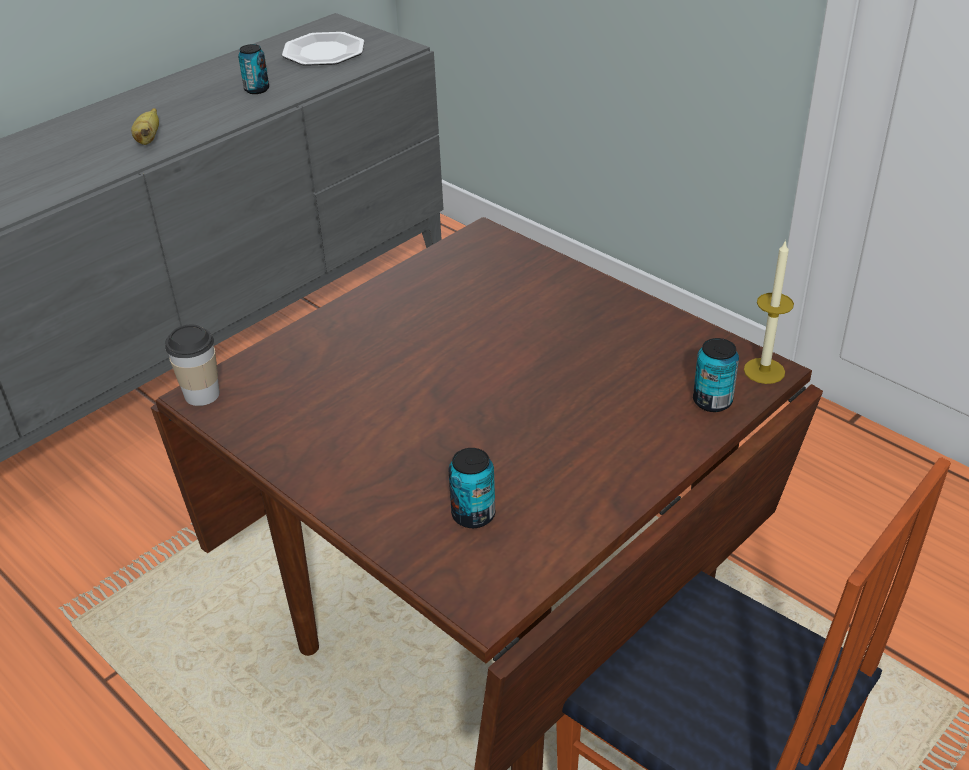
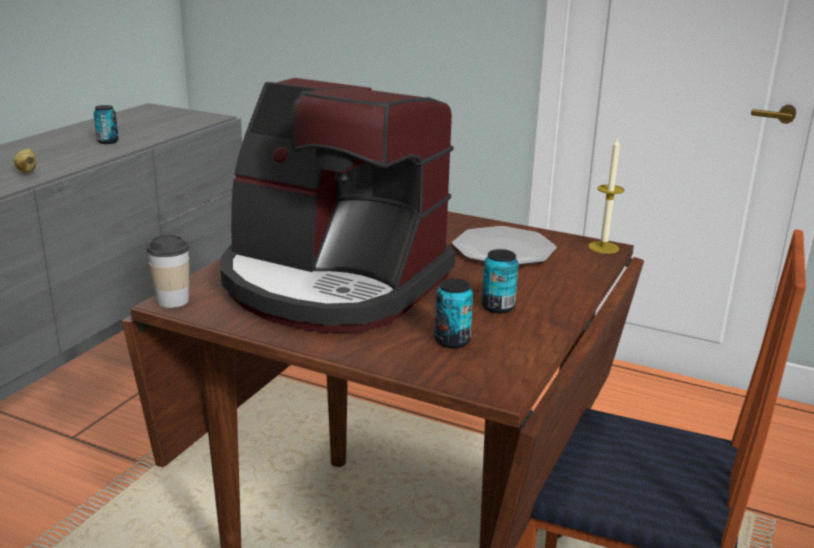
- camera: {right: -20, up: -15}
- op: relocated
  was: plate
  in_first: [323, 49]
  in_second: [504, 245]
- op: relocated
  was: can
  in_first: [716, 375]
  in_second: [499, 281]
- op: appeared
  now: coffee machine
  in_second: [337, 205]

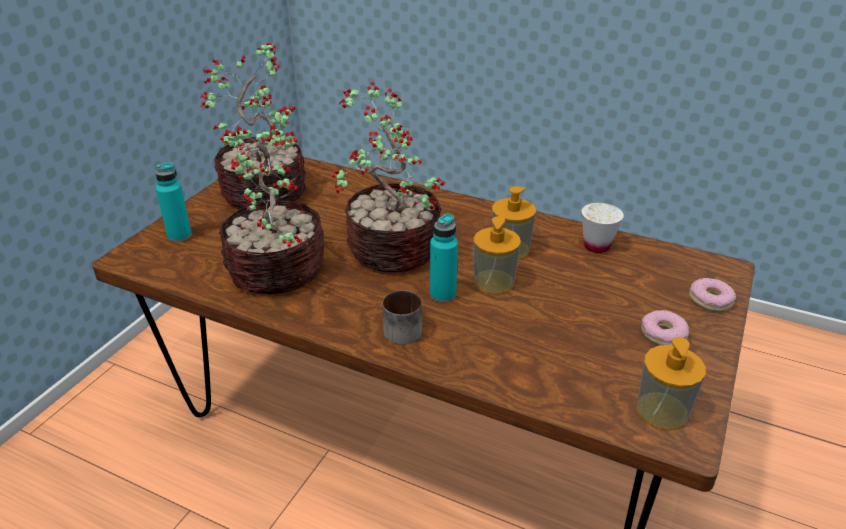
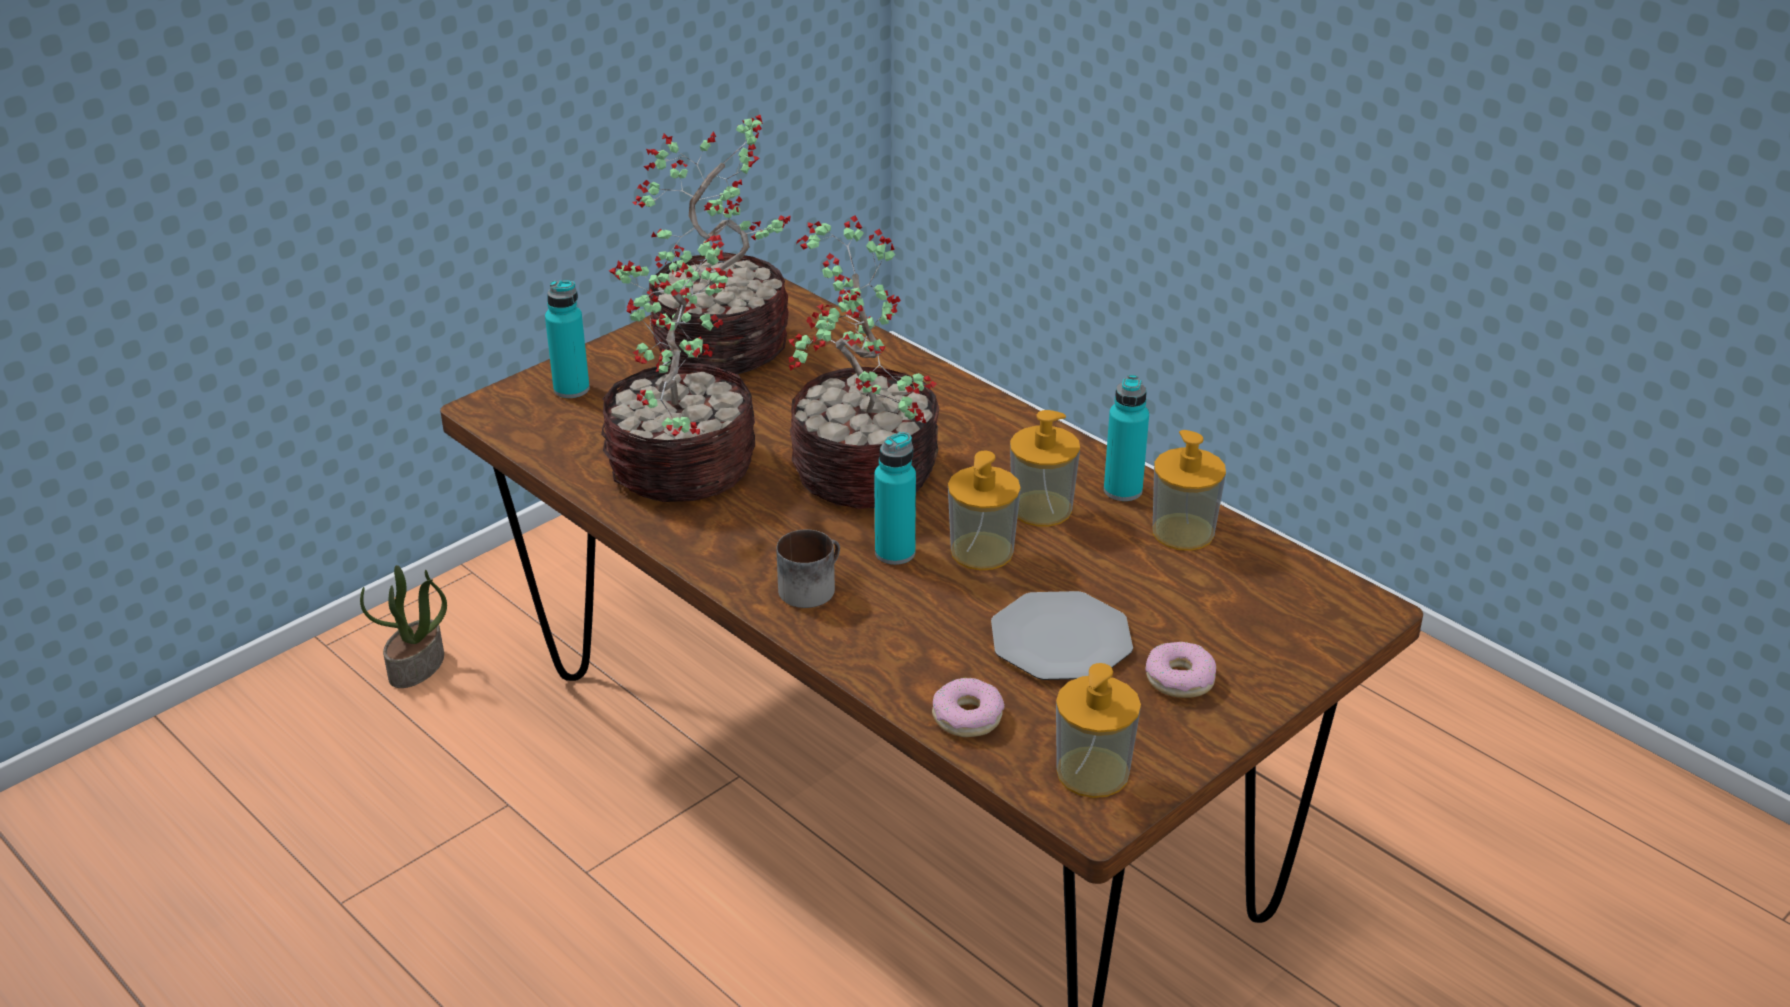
- camera: {right: 20, up: 0}
- op: exchanged
  was: cup/white
  now: soap dispenser
  in_first: [602, 228]
  in_second: [1189, 490]
- op: relocated
  was: donut
  in_first: [712, 294]
  in_second: [968, 707]
- op: appeared
  now: potted plant
  in_second: [403, 626]
- op: appeared
  now: plate
  in_second: [1062, 635]
- op: appeared
  now: bottle/turquoise
  in_second: [1126, 438]

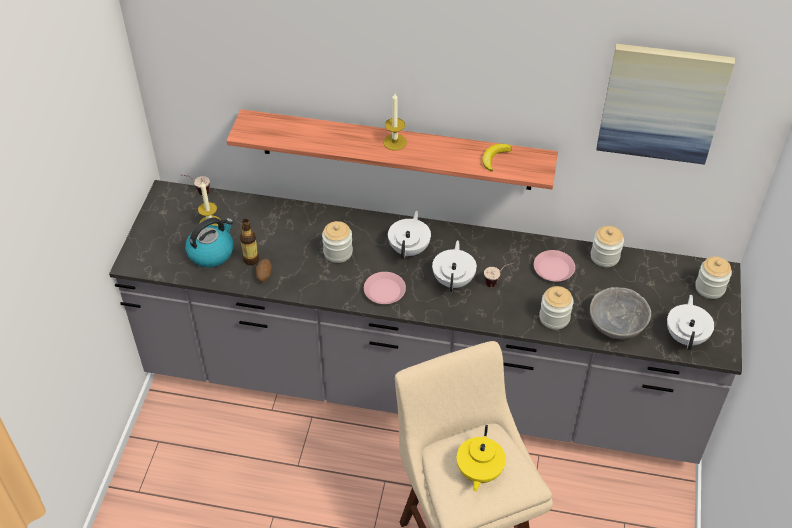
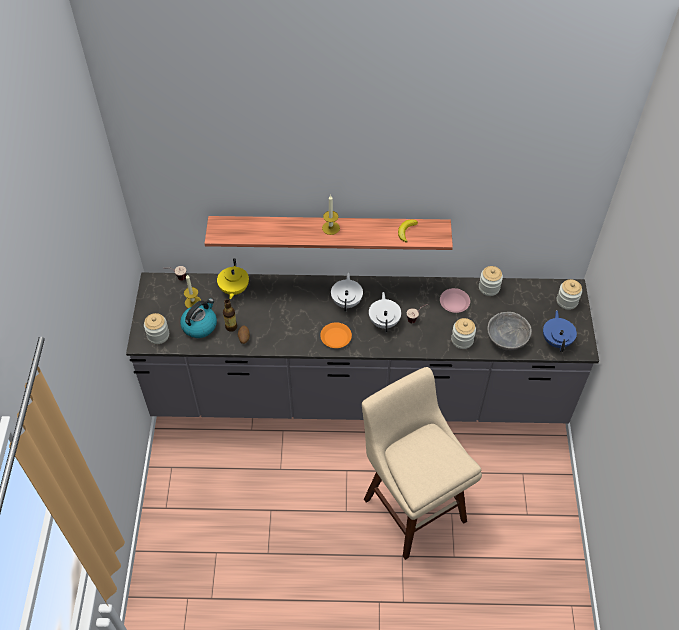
- camera: {right: -10, up: 5}
- op: relocated
  was: jar
  in_first: [337, 242]
  in_second: [156, 328]
- op: colour
  was: plate/pink
  now: plate/orange
  in_first: [385, 288]
  in_second: [336, 335]
- op: relocated
  was: teapot/yellow
  in_first: [481, 458]
  in_second: [233, 278]
- op: missing
  was: picture
  in_first: [665, 104]
- op: colour
  was: teapot/white
  now: teapot/blue
  in_first: [690, 322]
  in_second: [560, 331]

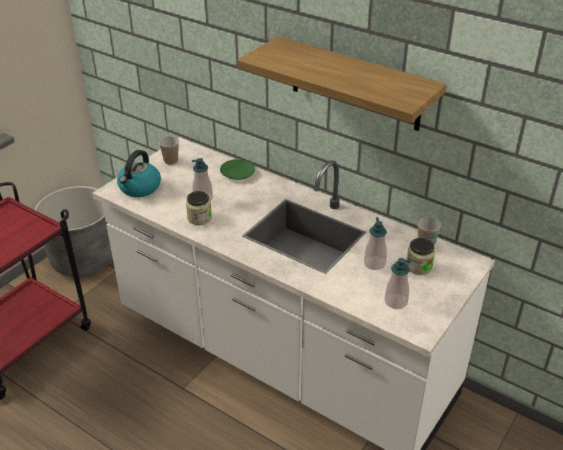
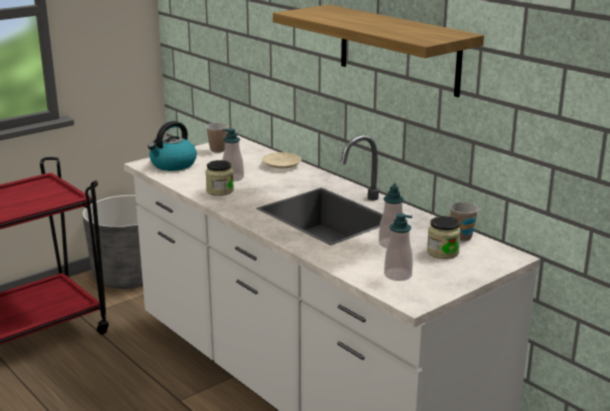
- camera: {right: 15, up: -15}
- op: colour
  was: plate/green
  now: plate/beige
  in_first: [237, 169]
  in_second: [282, 160]

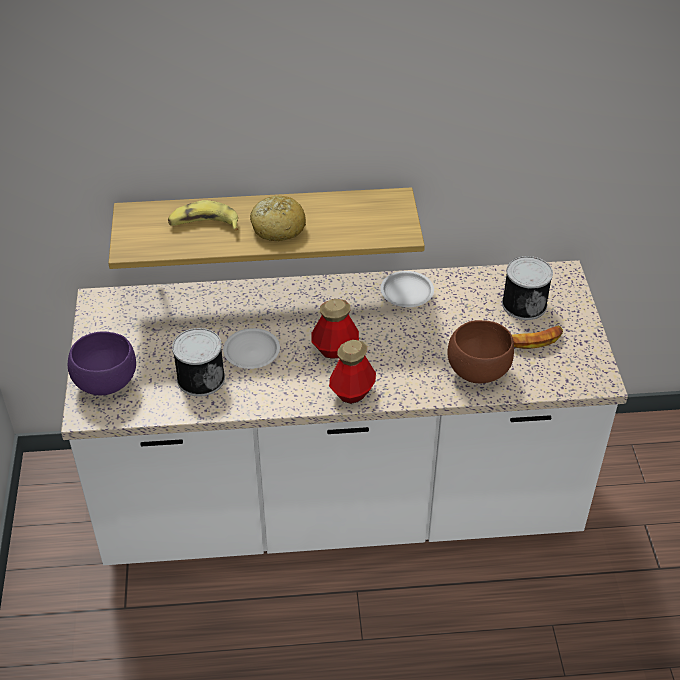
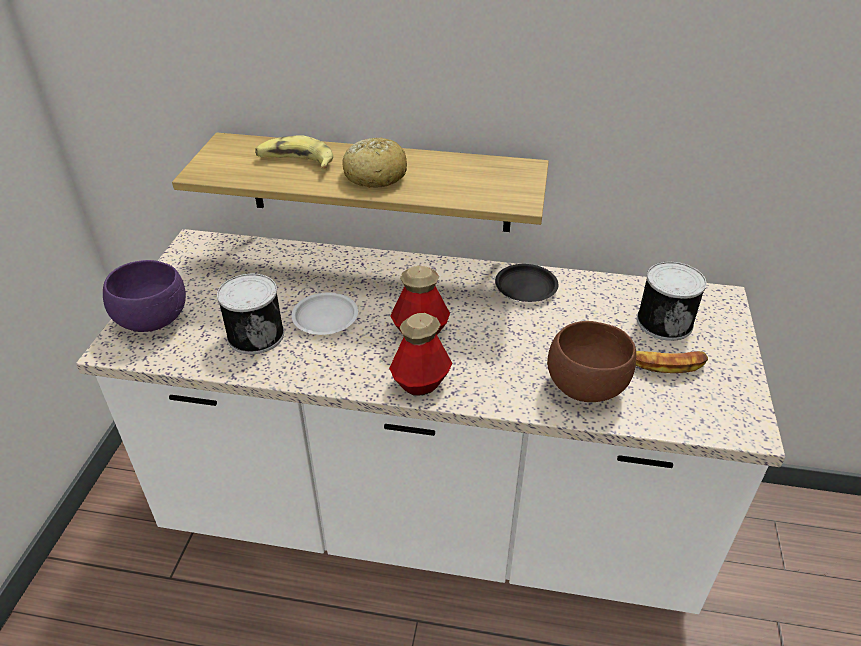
- camera: {right: 15, up: -5}
- op: colour
  was: plate/white
  now: plate/black
  in_first: [407, 289]
  in_second: [526, 283]

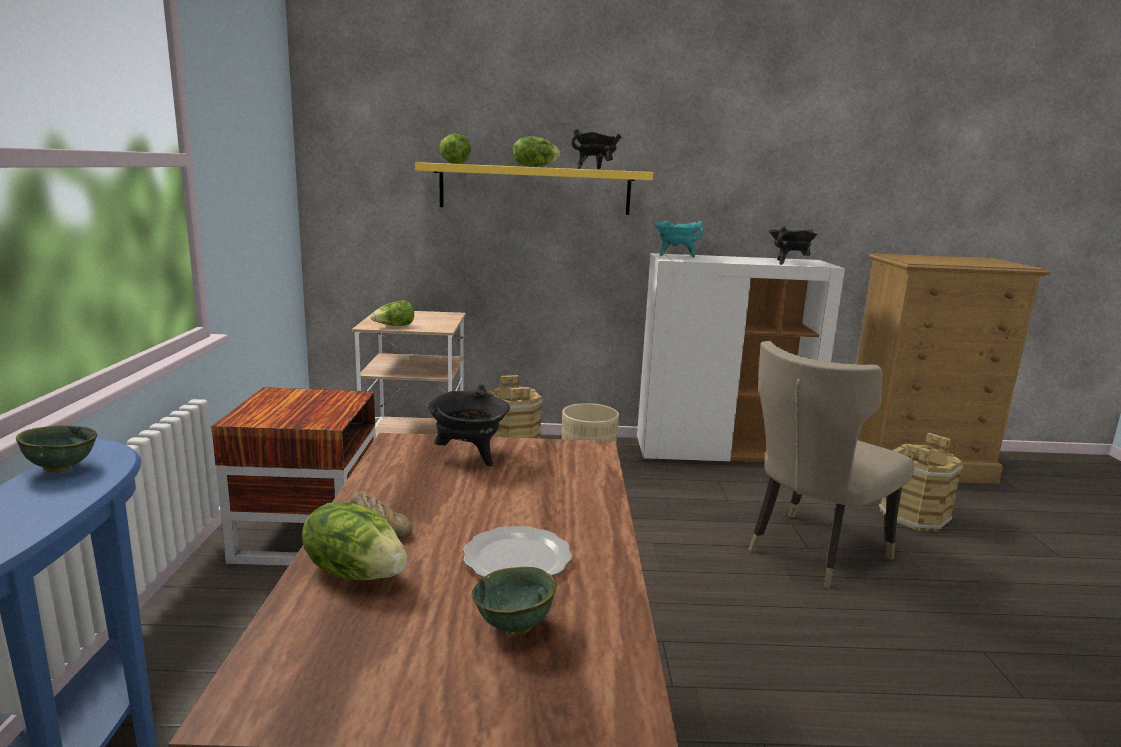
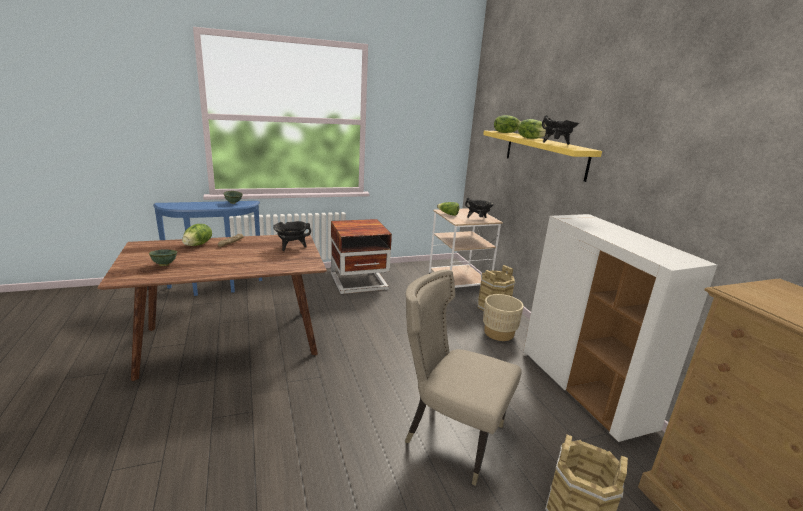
- camera: {right: 70, up: 5}
- op: missing
  was: plate
  in_first: [517, 551]
- op: missing
  was: cooking pot/turquoise
  in_first: [679, 239]
- op: relocated
  was: cooking pot/black
  in_first: [793, 246]
  in_second: [479, 208]

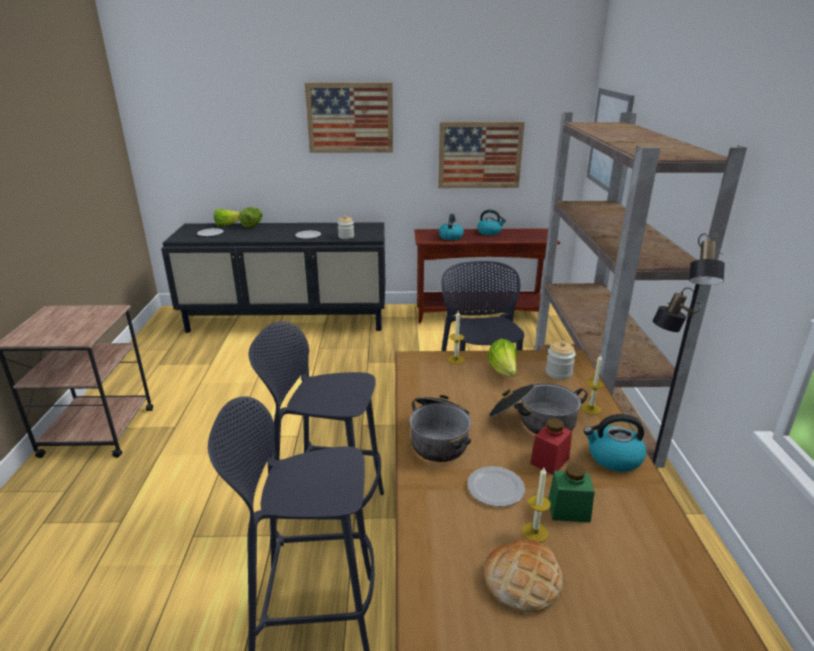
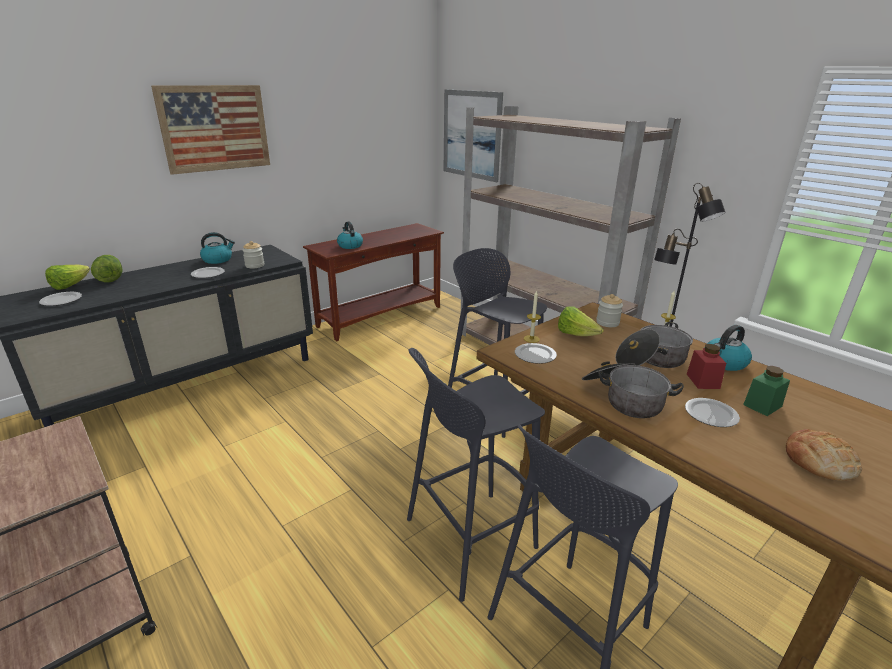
- camera: {right: -40, up: 0}
- op: missing
  was: picture
  in_first: [481, 154]
- op: relocated
  was: kettle
  in_first: [491, 222]
  in_second: [217, 248]
- op: missing
  was: candle
  in_first: [536, 504]
- op: appeared
  now: plate
  in_second: [536, 353]

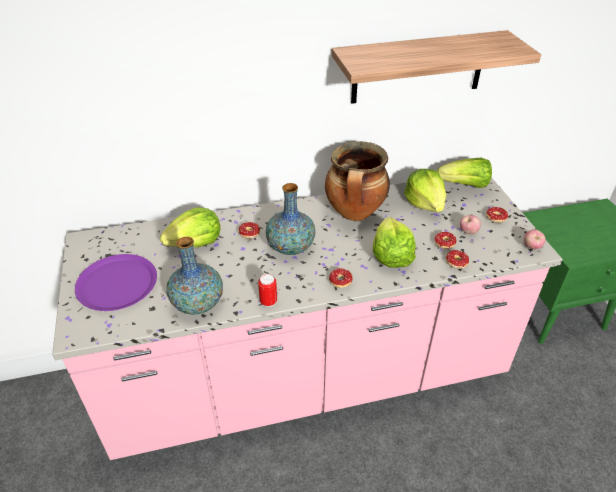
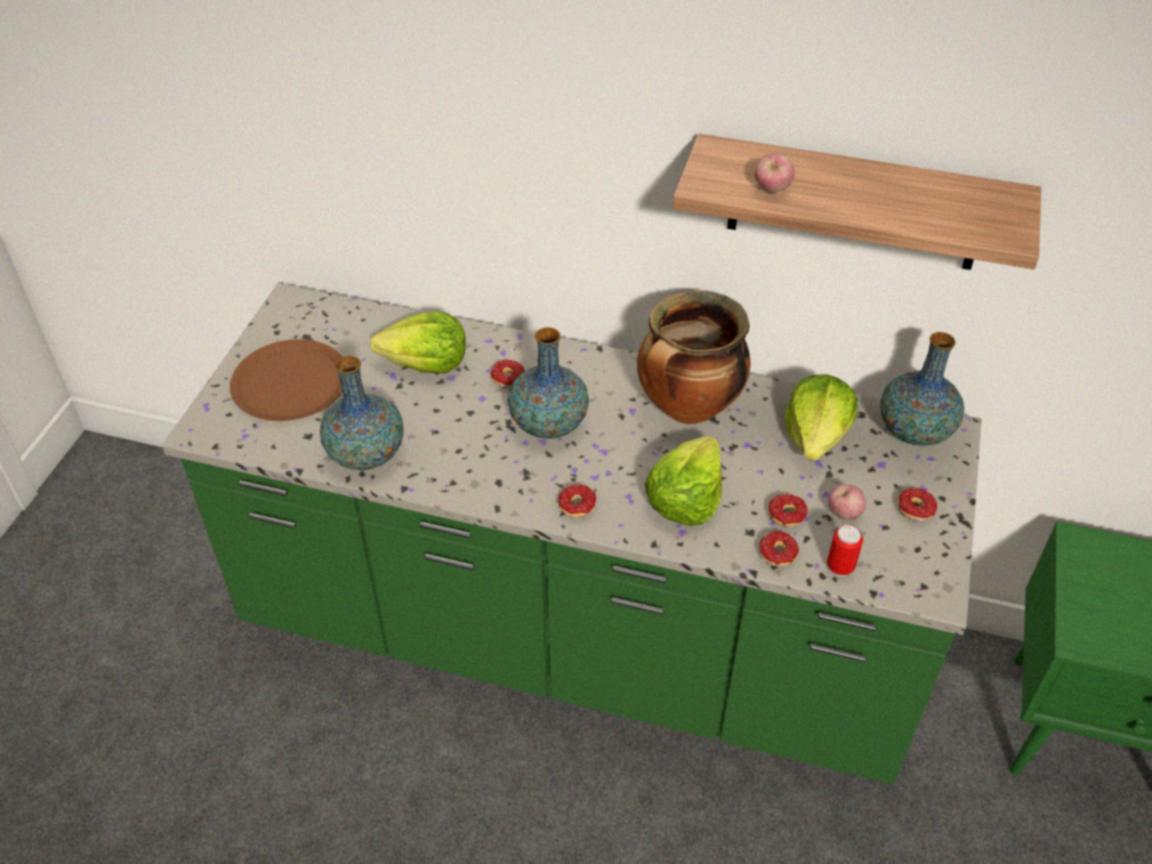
- camera: {right: 30, up: 5}
- op: colour
  was: counter/pink
  now: counter/green
  in_first: [307, 318]
  in_second: [571, 534]
- op: colour
  was: plate/purple
  now: plate/brown
  in_first: [116, 282]
  in_second: [286, 380]
- op: relocated
  was: can
  in_first: [267, 290]
  in_second: [845, 550]
- op: exchanged
  was: lettuce
  now: vase
  in_first: [464, 173]
  in_second: [922, 389]
- op: relocated
  was: apple
  in_first: [535, 239]
  in_second: [775, 172]

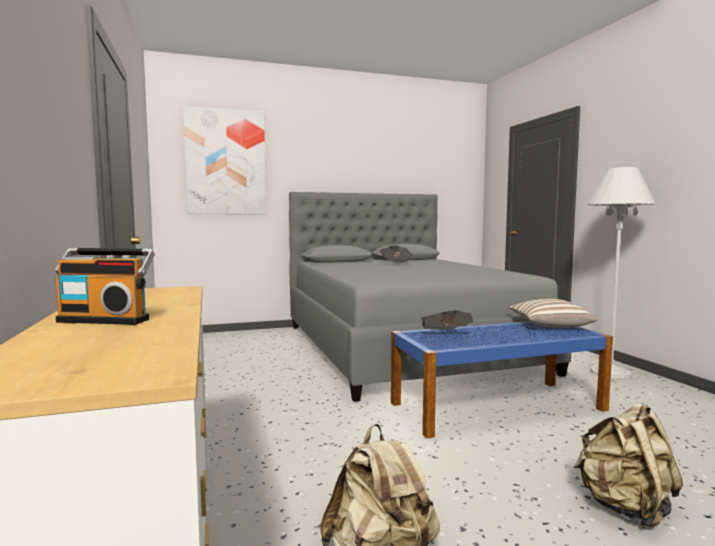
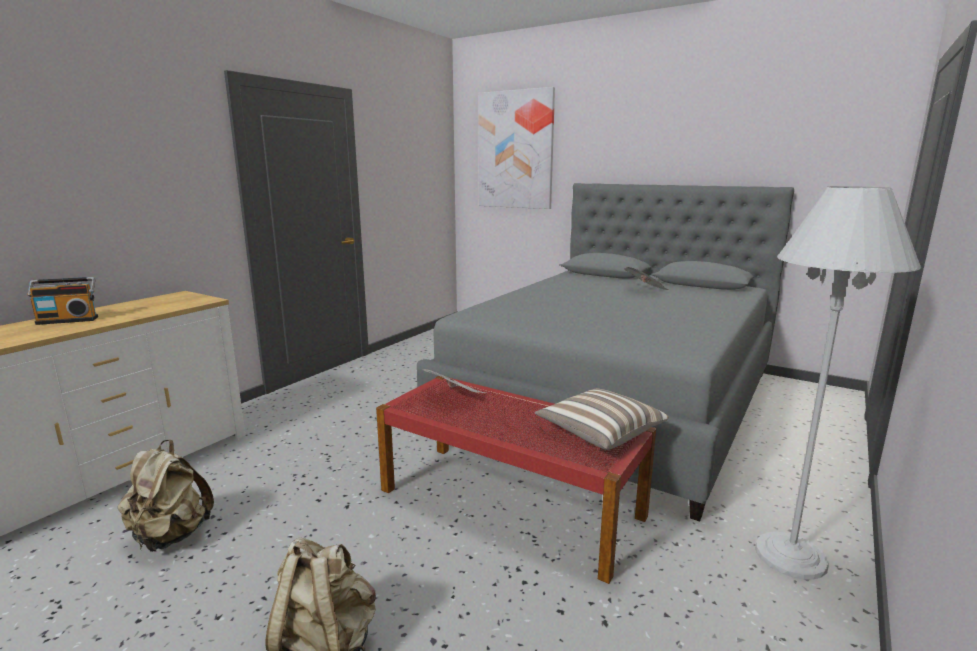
- camera: {right: 50, up: 10}
- op: spun
  was: radio
  in_first: [105, 286]
  in_second: [62, 301]
  clockwise: -75
- op: colour
  was: bench/blue
  now: bench/red
  in_first: [502, 379]
  in_second: [516, 480]

